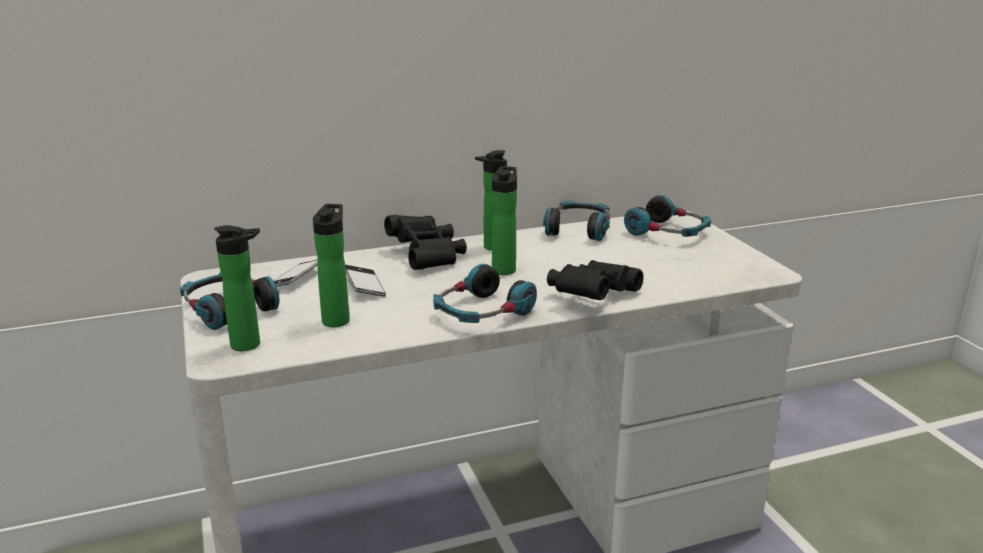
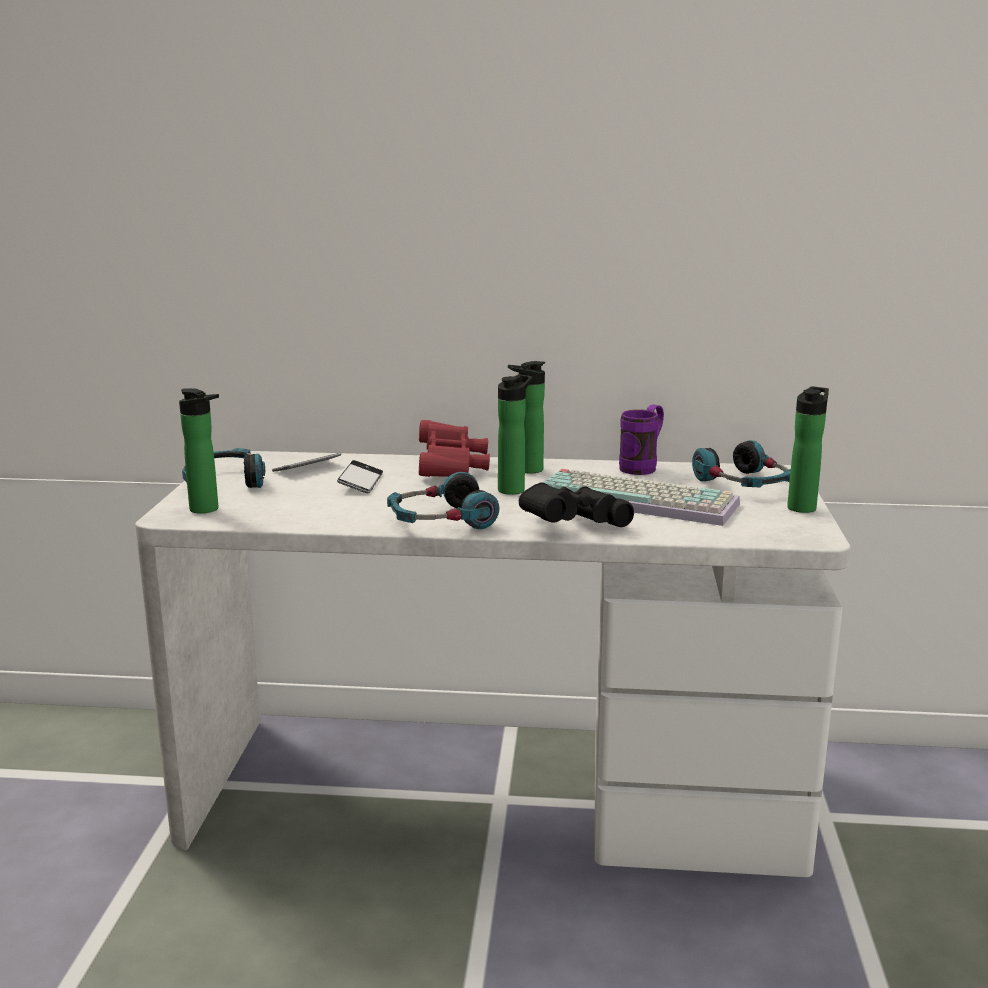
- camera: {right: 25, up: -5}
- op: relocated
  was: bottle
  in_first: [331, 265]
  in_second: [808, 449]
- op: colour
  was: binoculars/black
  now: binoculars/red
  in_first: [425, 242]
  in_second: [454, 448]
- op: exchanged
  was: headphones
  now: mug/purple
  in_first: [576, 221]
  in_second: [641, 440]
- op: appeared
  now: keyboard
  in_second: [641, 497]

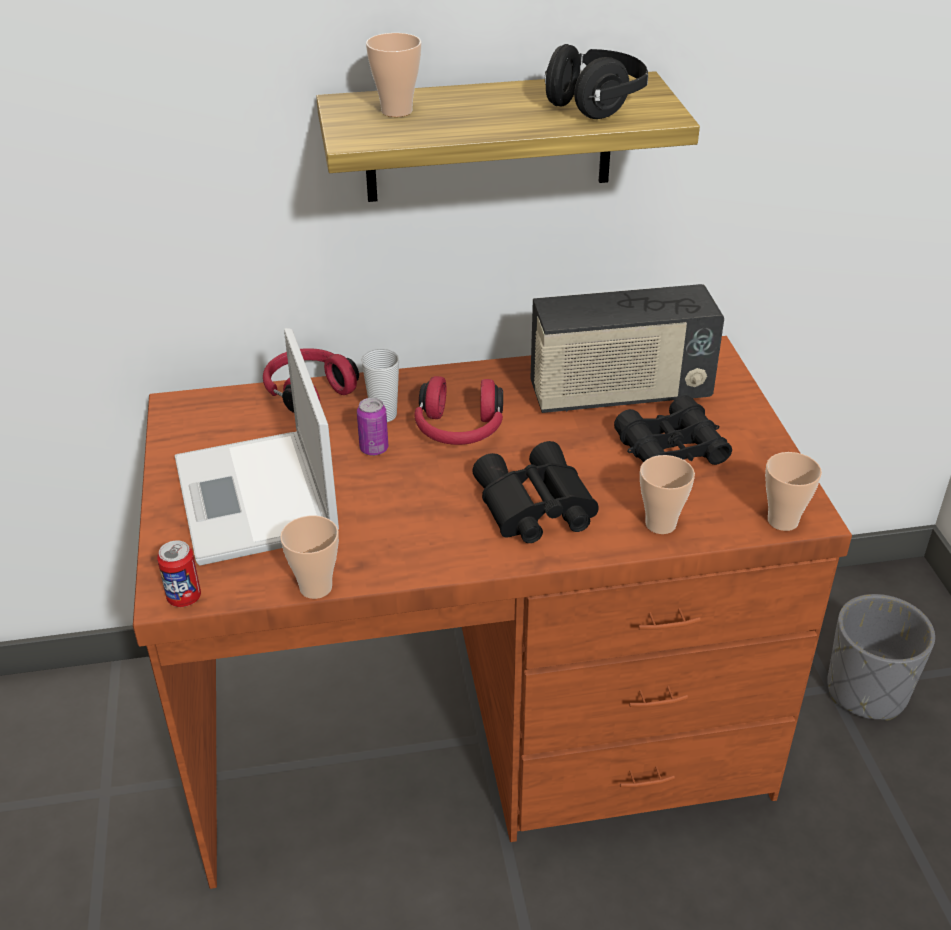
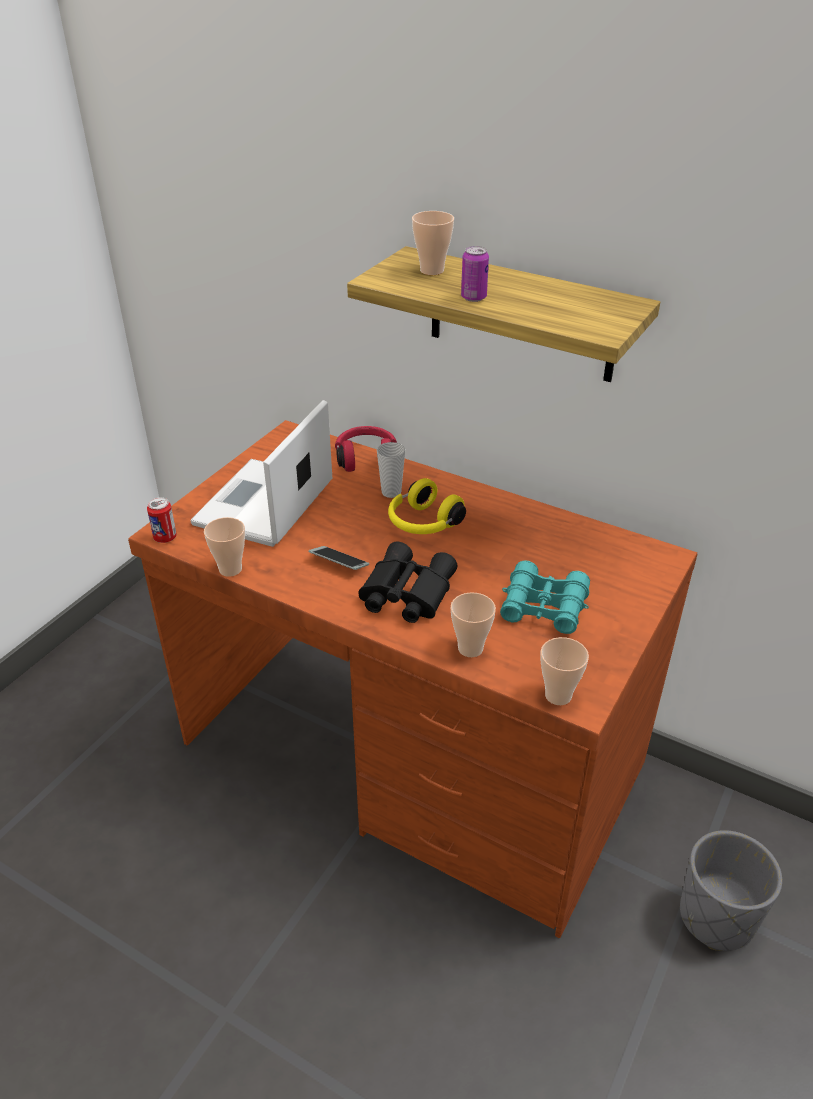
- camera: {right: 40, up: 0}
- op: relocated
  was: can
  in_first: [372, 427]
  in_second: [475, 274]
- op: colour
  was: headphones/red
  now: headphones/yellow
  in_first: [458, 410]
  in_second: [427, 506]
- op: missing
  was: radio
  in_first: [627, 348]
- op: missing
  was: headphones/black
  in_first: [596, 81]
- op: colour
  was: binoculars/black
  now: binoculars/turquoise
  in_first: [673, 430]
  in_second: [545, 597]
- op: appeared
  now: phone
  in_second: [339, 558]

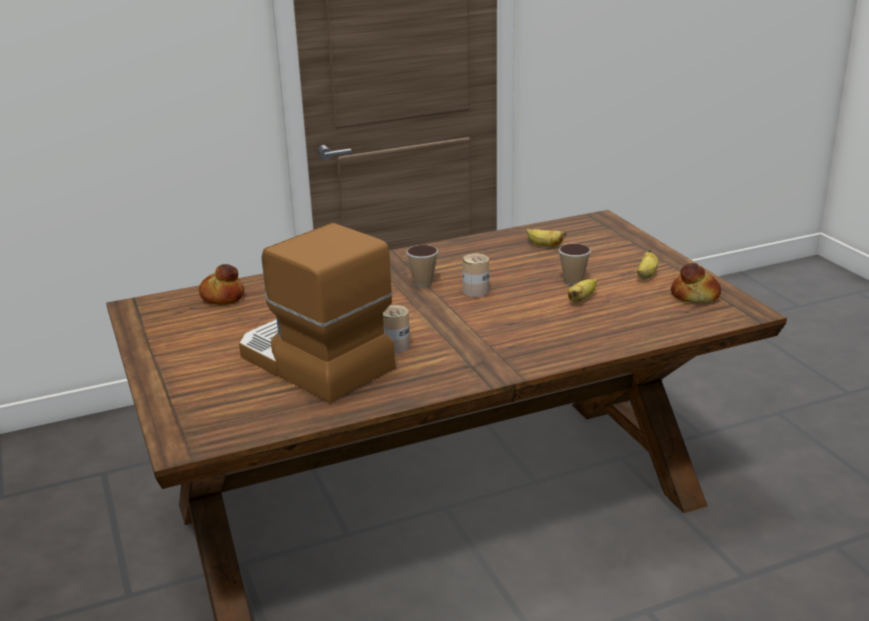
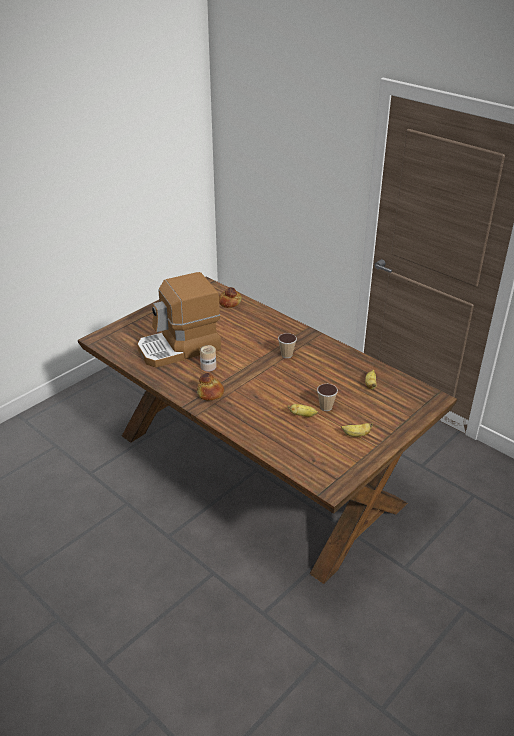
- camera: {right: 65, up: 10}
- op: spun
  was: coffee machine
  in_first: [317, 313]
  in_second: [179, 319]
  clockwise: -135
- op: missing
  was: can
  in_first: [475, 275]
- op: relocated
  was: bread
  in_first: [696, 283]
  in_second: [210, 386]

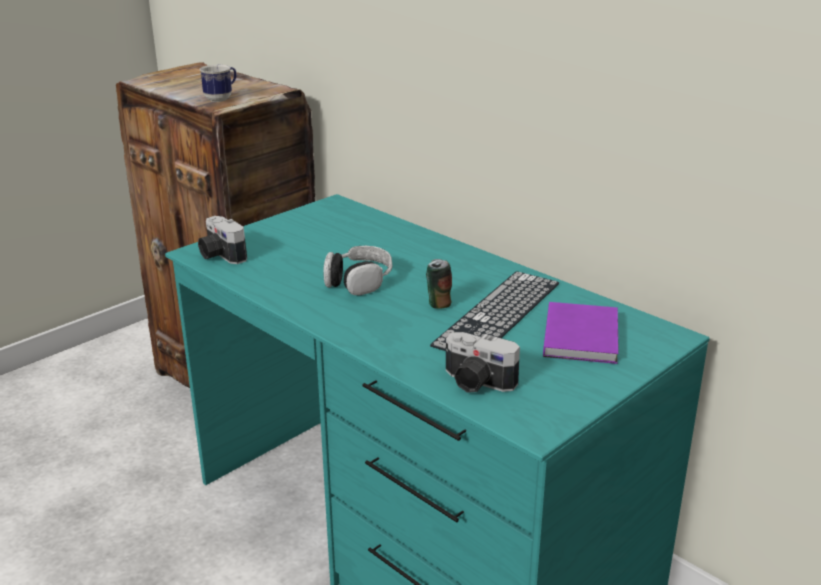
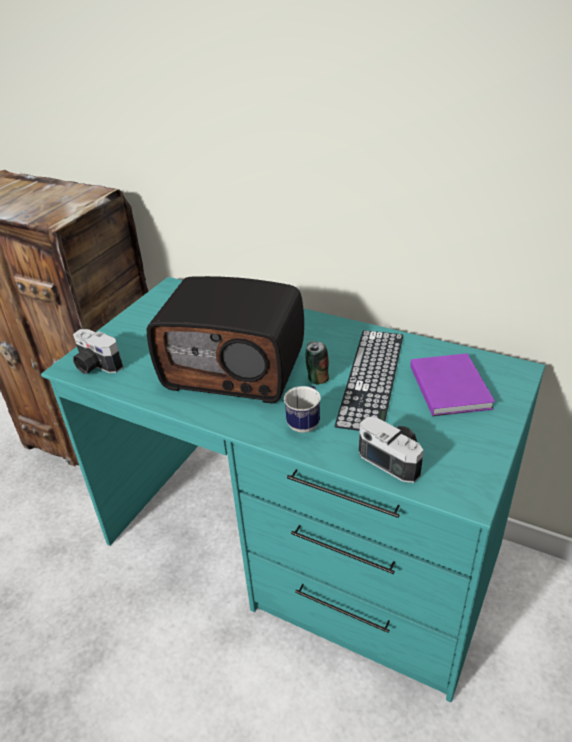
- camera: {right: -15, up: 10}
- op: relocated
  was: mug
  in_first: [218, 83]
  in_second: [302, 409]
- op: exchanged
  was: headphones
  now: radio
  in_first: [357, 270]
  in_second: [225, 340]
- op: spun
  was: photo camera
  in_first: [483, 362]
  in_second: [391, 450]
  clockwise: -150

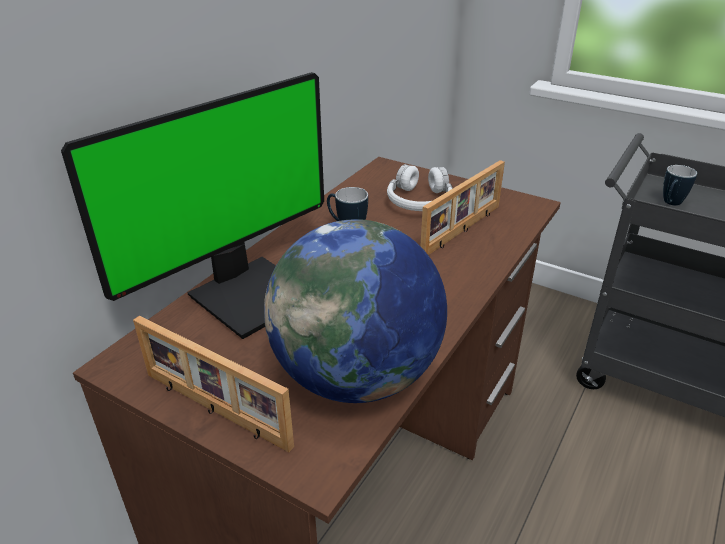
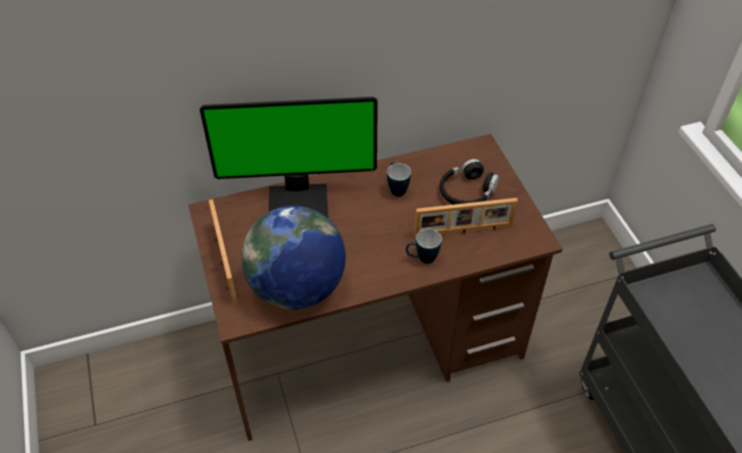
- camera: {right: 40, up: 15}
- op: colour
  was: headphones/white
  now: headphones/black
  in_first: [419, 187]
  in_second: [469, 182]
- op: relocated
  was: mug
  in_first: [680, 185]
  in_second: [424, 246]

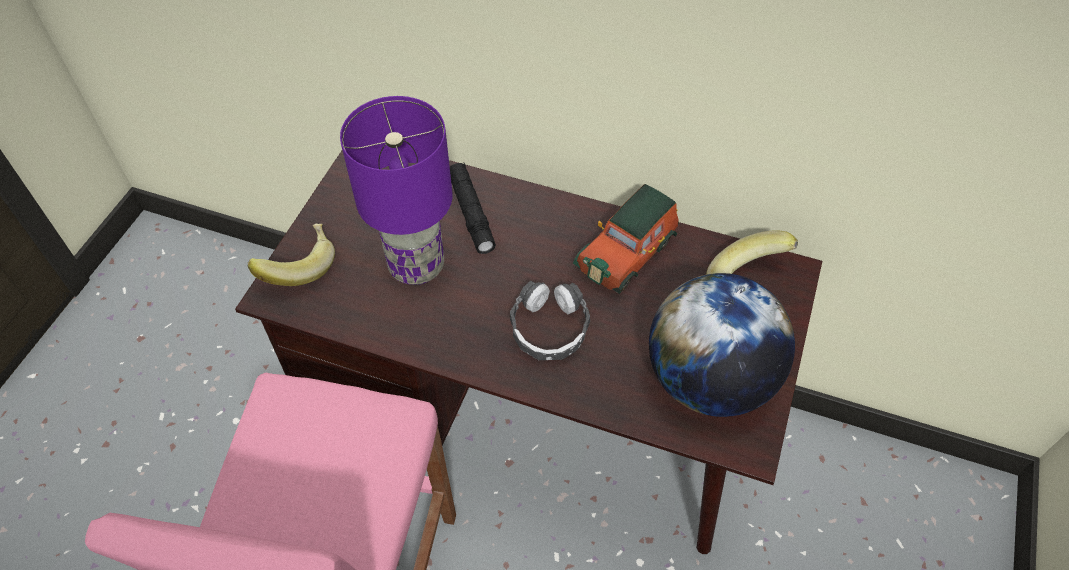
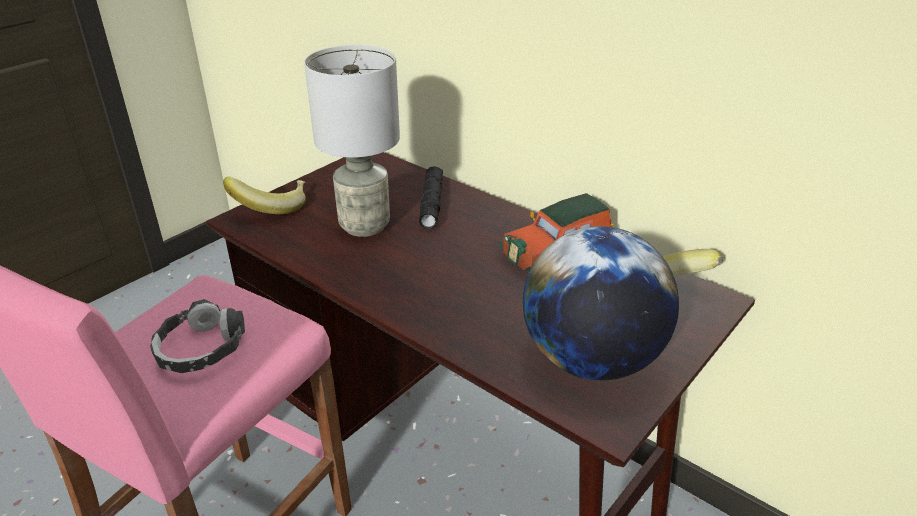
- camera: {right: 20, up: -20}
- op: colour
  was: table lamp/purple
  now: table lamp/grey
  in_first: [396, 190]
  in_second: [352, 141]
- op: relocated
  was: headphones
  in_first: [550, 320]
  in_second: [197, 336]

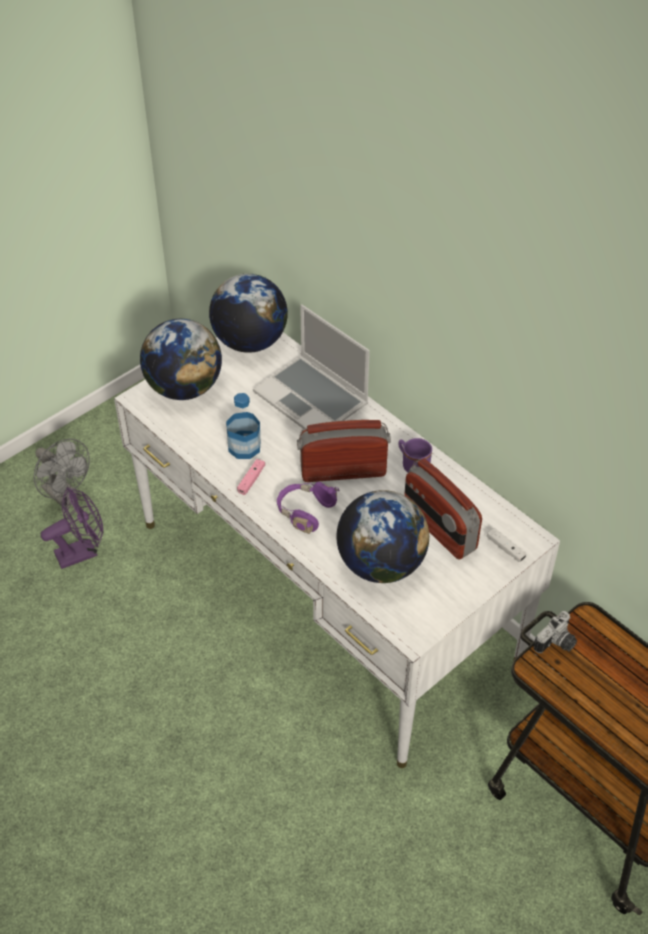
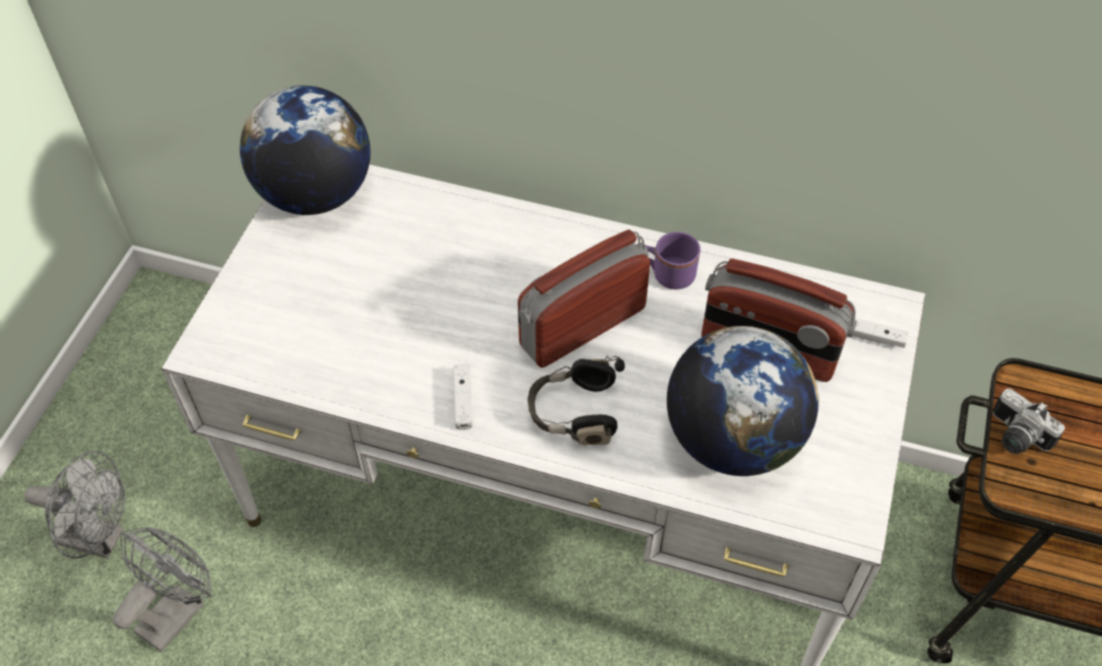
- camera: {right: -30, up: 5}
- op: colour
  was: fan/purple
  now: fan/grey
  in_first: [72, 528]
  in_second: [162, 589]
- op: missing
  was: globe
  in_first: [181, 359]
- op: missing
  was: bottle
  in_first: [243, 426]
- op: colour
  was: game controller/pink
  now: game controller/white
  in_first: [251, 477]
  in_second: [462, 397]
- op: missing
  was: laptop
  in_first: [311, 367]
- op: colour
  was: headphones/purple
  now: headphones/black
  in_first: [308, 508]
  in_second: [576, 400]
- op: spun
  was: photo camera
  in_first: [555, 632]
  in_second: [1029, 421]
  clockwise: 120

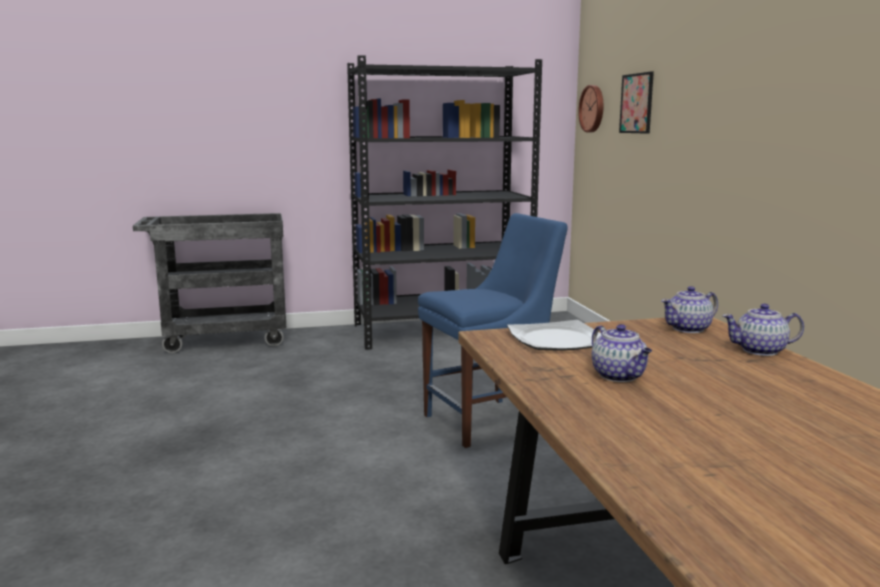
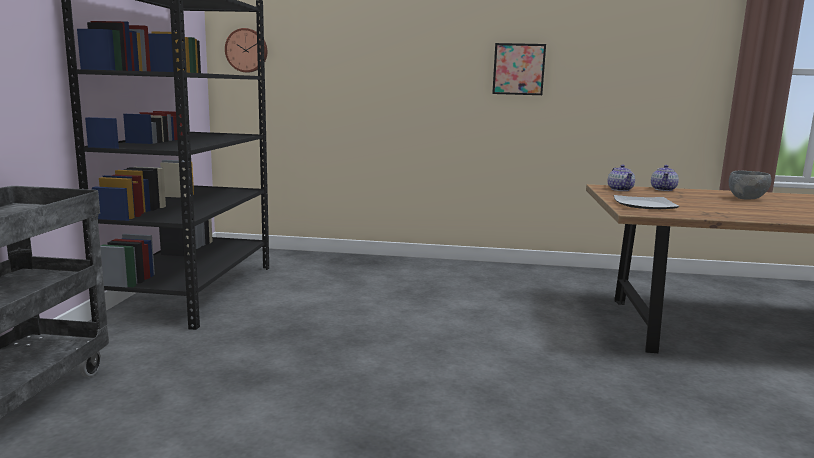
- camera: {right: -70, up: 0}
- op: missing
  was: chair/blue
  in_first: [493, 330]
- op: missing
  was: teapot
  in_first: [622, 353]
- op: relocated
  was: picture
  in_first: [636, 102]
  in_second: [519, 69]
- op: appeared
  now: bowl/grey
  in_second: [750, 184]

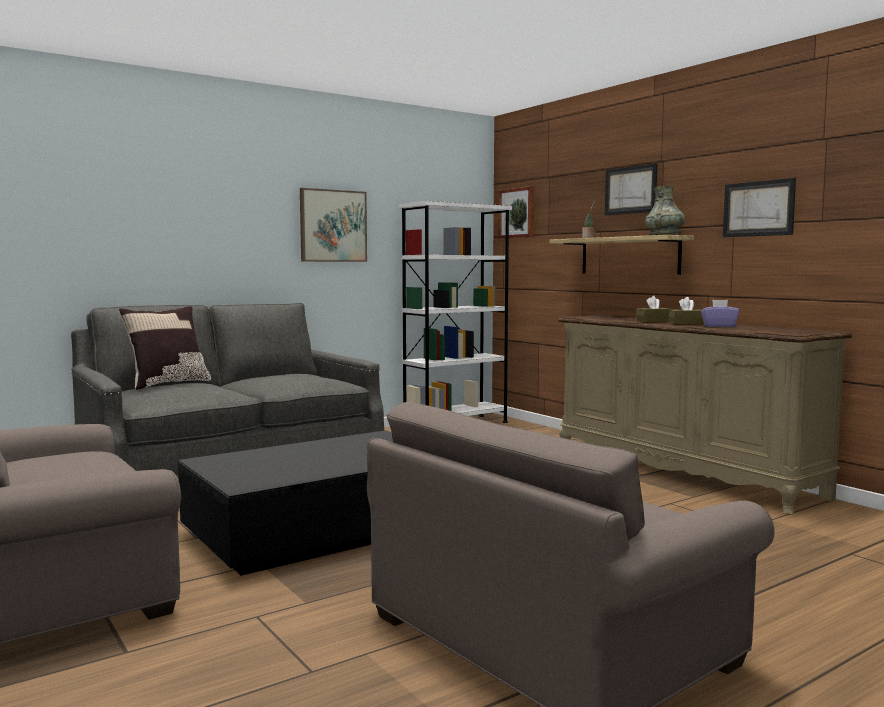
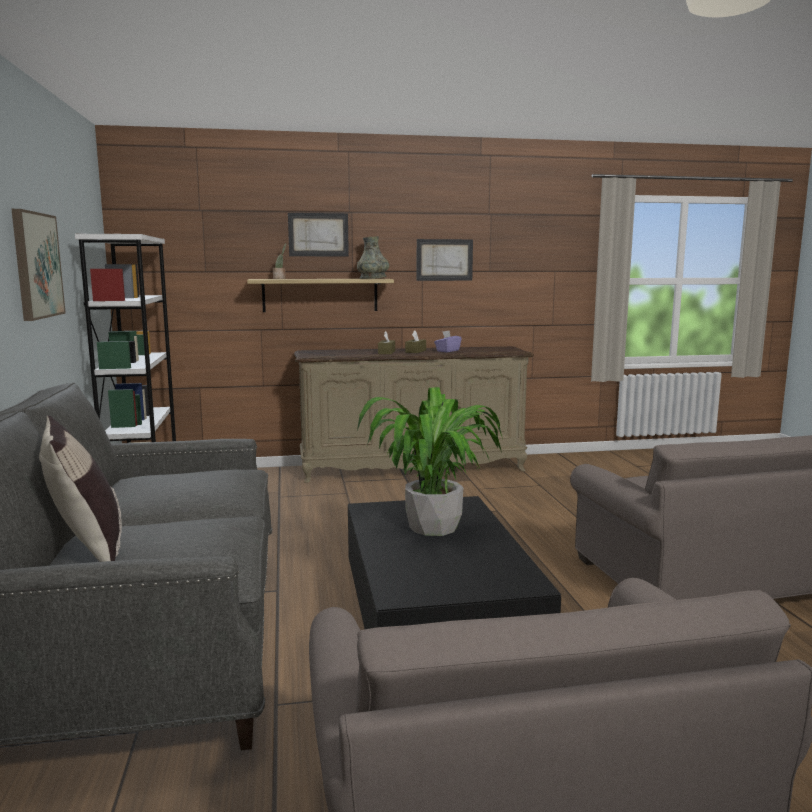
- camera: {right: -65, up: 5}
- op: missing
  was: picture
  in_first: [516, 212]
- op: appeared
  now: potted plant
  in_second: [430, 461]

